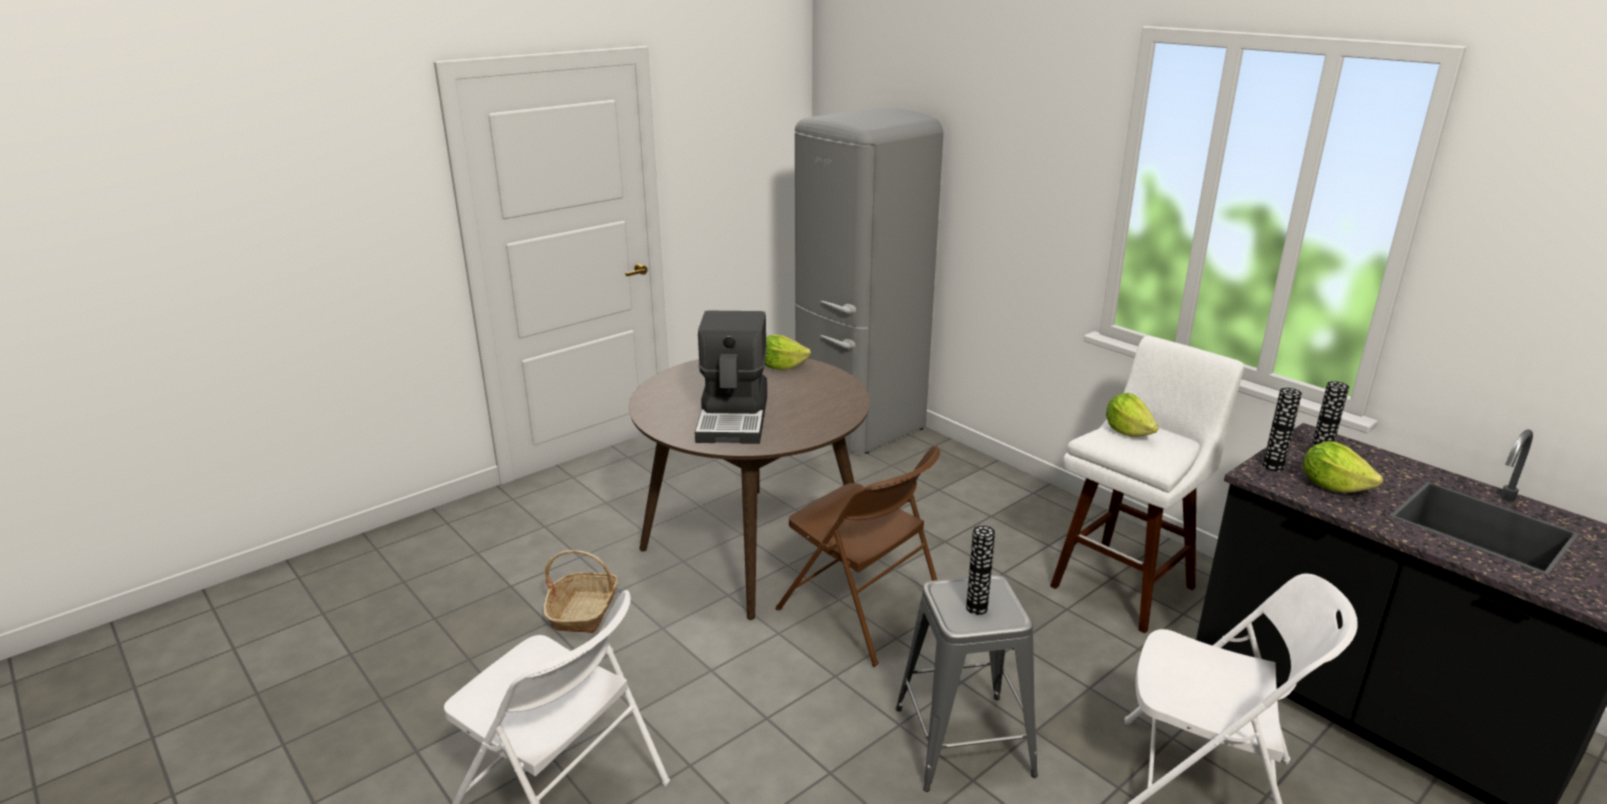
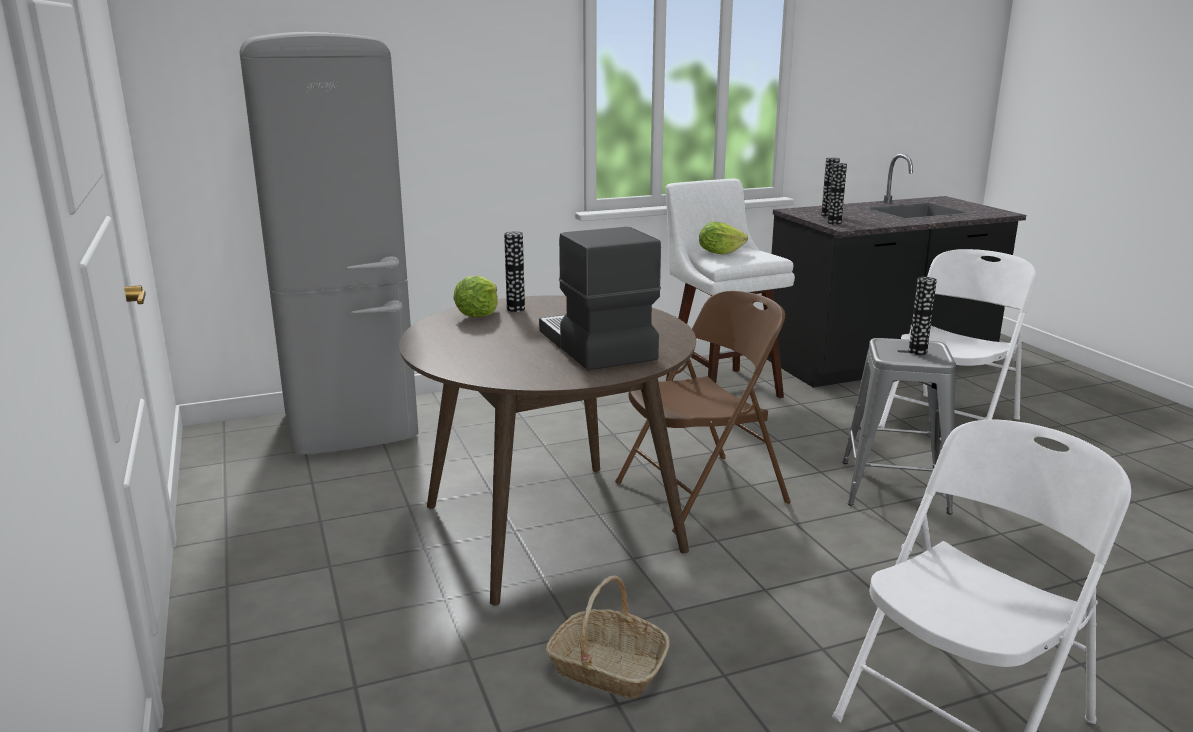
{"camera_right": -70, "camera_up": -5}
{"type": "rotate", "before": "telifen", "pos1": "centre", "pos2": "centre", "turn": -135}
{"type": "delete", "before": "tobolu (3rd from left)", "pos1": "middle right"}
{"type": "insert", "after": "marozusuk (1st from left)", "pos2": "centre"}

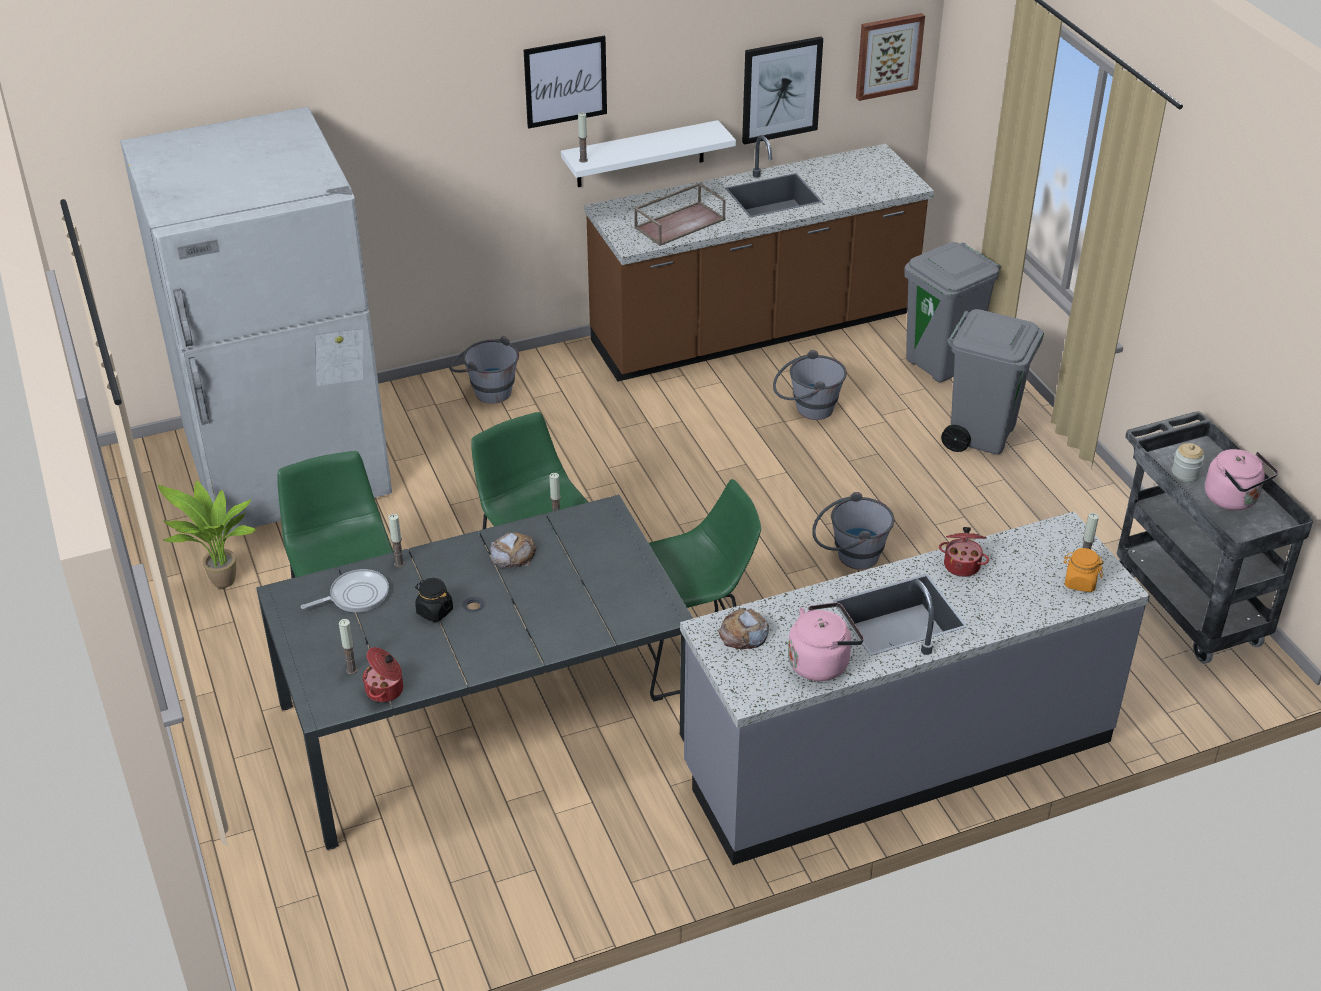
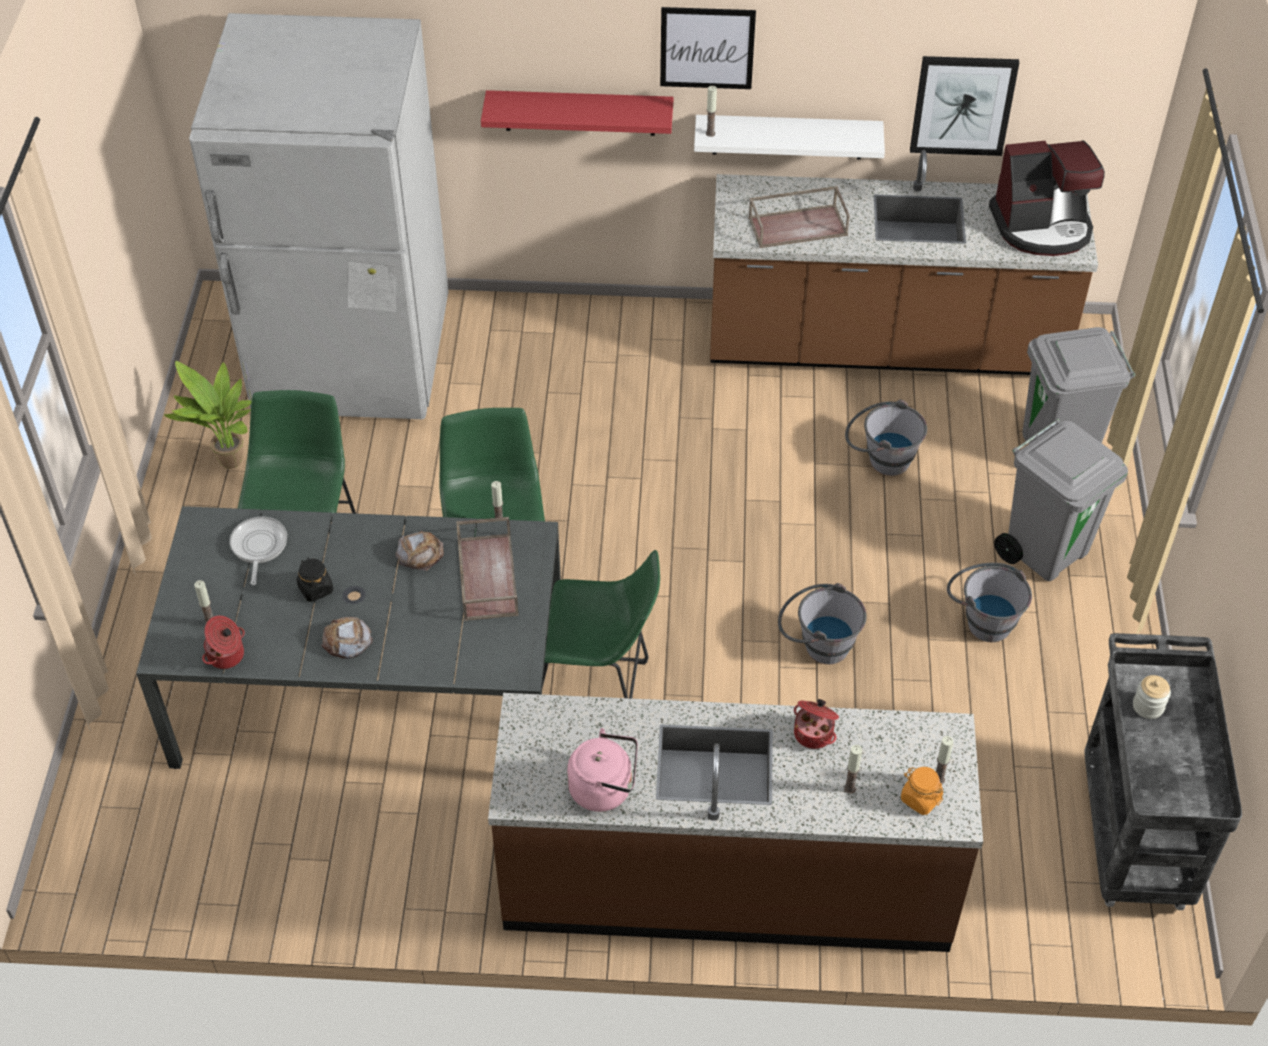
{"camera_right": 25, "camera_up": 10}
{"type": "rotate", "before": "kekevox", "pos1": "middle left", "pos2": "middle left", "turn": -90}
{"type": "move", "before": "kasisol (2nd from left in the first image)", "after": "kasisol (4th from left)", "pos1": "middle left", "pos2": "bottom right"}
{"type": "move", "before": "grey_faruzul (1st from left in the first image)", "after": "grey_faruzul (3rd from left)", "pos1": "centre", "pos2": "middle right"}
{"type": "recolor", "before": "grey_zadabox", "after": "brown_zadabox (1st from left)", "pos1": "bottom right", "pos2": "bottom centre"}
{"type": "move", "before": "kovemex (2nd from left in the first image)", "after": "kovemex (1st from left)", "pos1": "centre", "pos2": "middle left"}
{"type": "delete", "before": "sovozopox (3rd from left)", "pos1": "top right"}
{"type": "delete", "before": "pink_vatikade (2nd from left)", "pos1": "middle right"}
{"type": "insert", "after": "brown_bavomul (1st from left)", "pos2": "centre"}
{"type": "insert", "after": "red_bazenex", "pos2": "top centre"}
{"type": "insert", "after": "telifen", "pos2": "top right"}

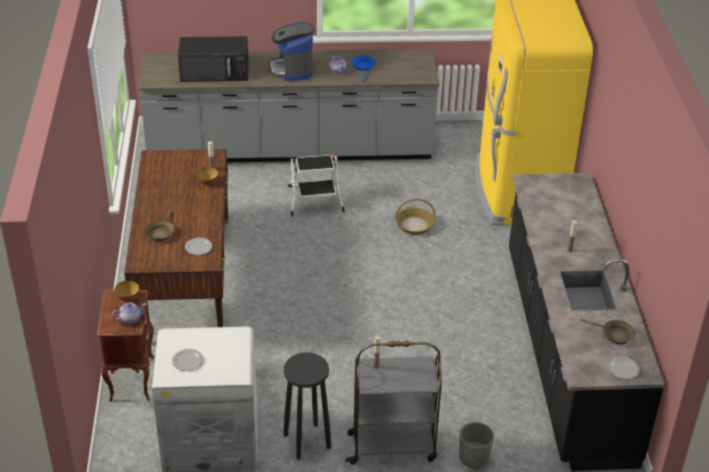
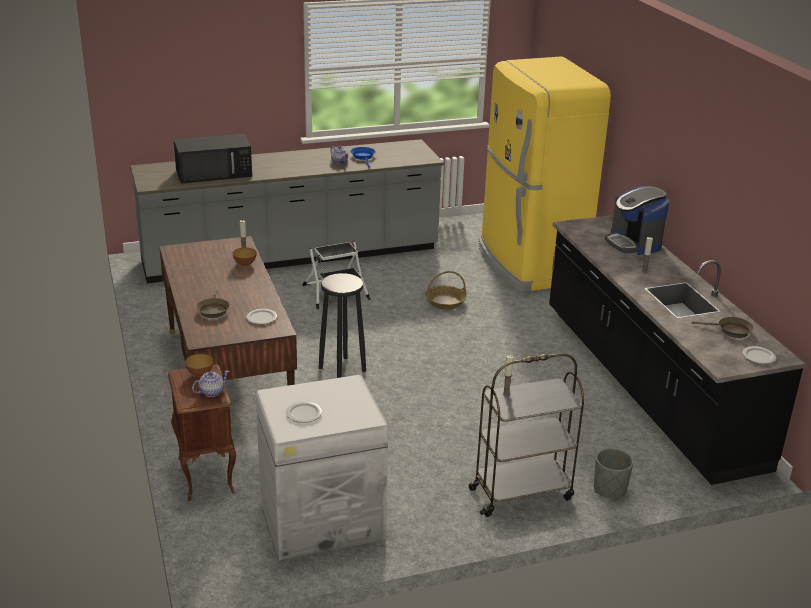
{"camera_right": -15, "camera_up": -10}
{"type": "move", "before": "telifen", "pos1": "top centre", "pos2": "middle right"}
{"type": "move", "before": "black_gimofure", "pos1": "bottom centre", "pos2": "centre"}

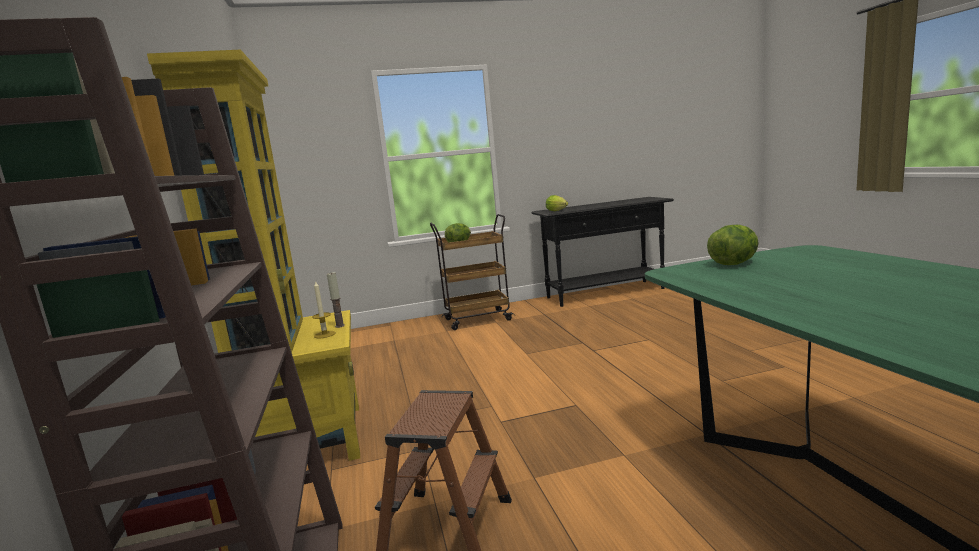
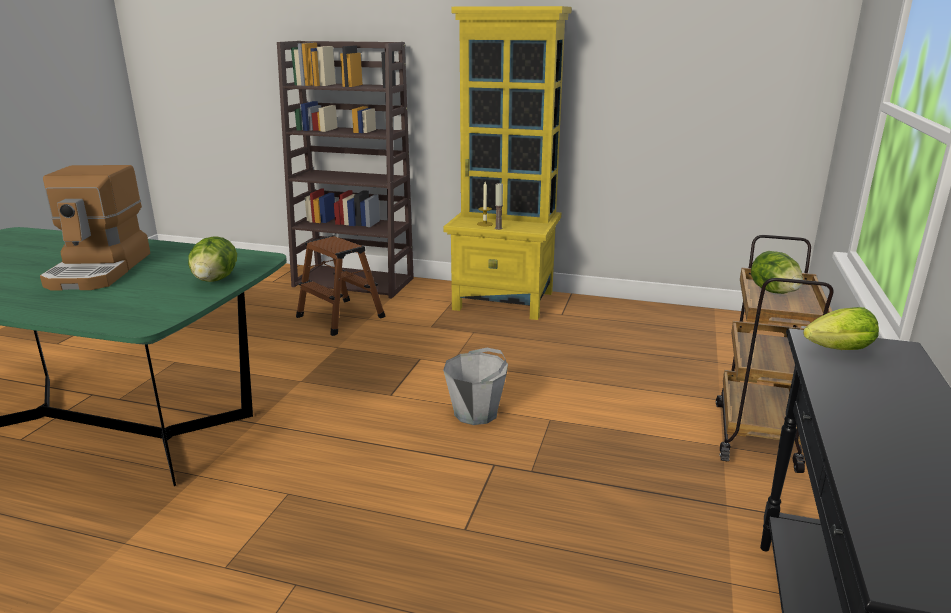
{"camera_right": 120, "camera_up": 10}
{"type": "insert", "after": "telifen", "pos2": "middle left"}
{"type": "insert", "after": "grey_faruzul", "pos2": "centre"}

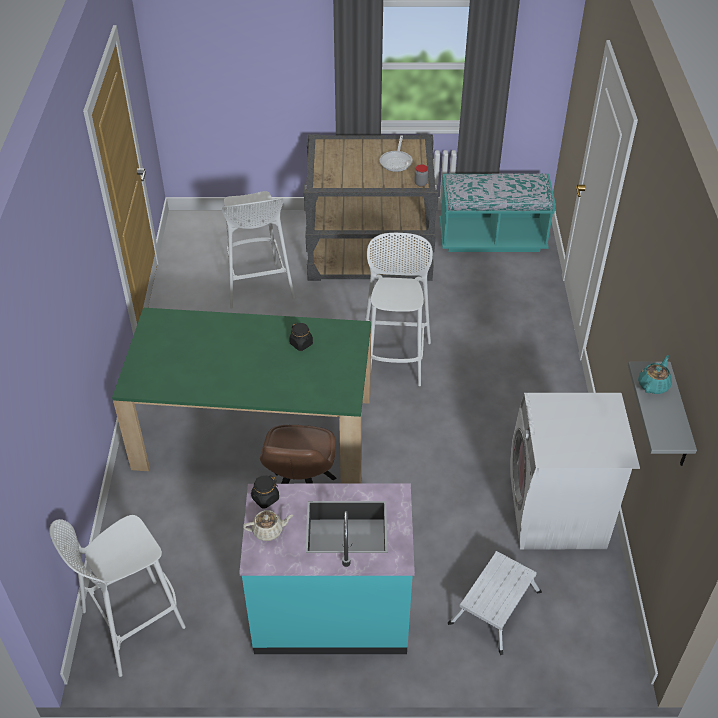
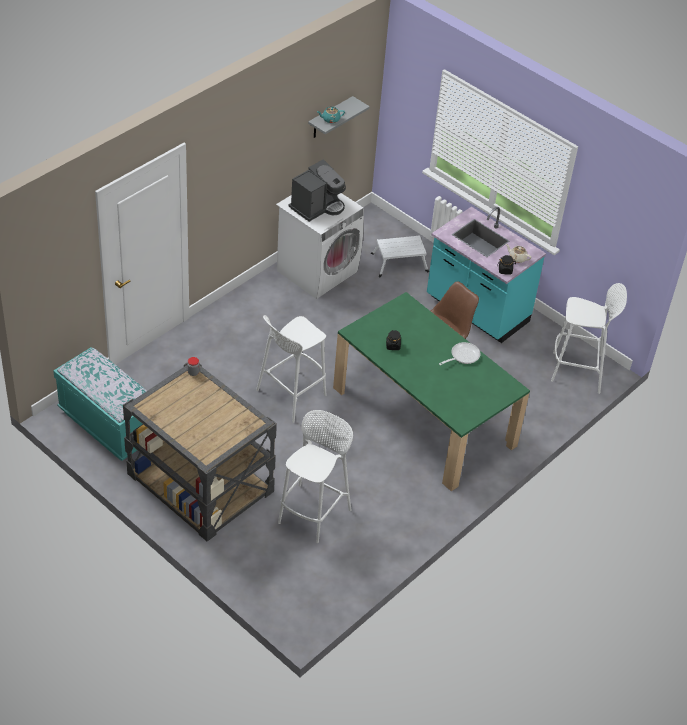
{"camera_right": -140, "camera_up": 0}
{"type": "move", "before": "kekevox", "pos1": "top centre", "pos2": "middle right"}
{"type": "insert", "after": "telifen", "pos2": "top centre"}

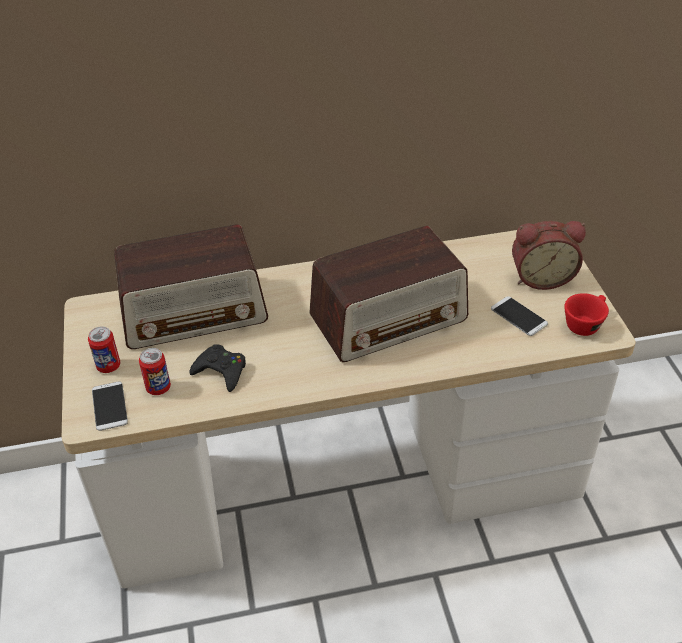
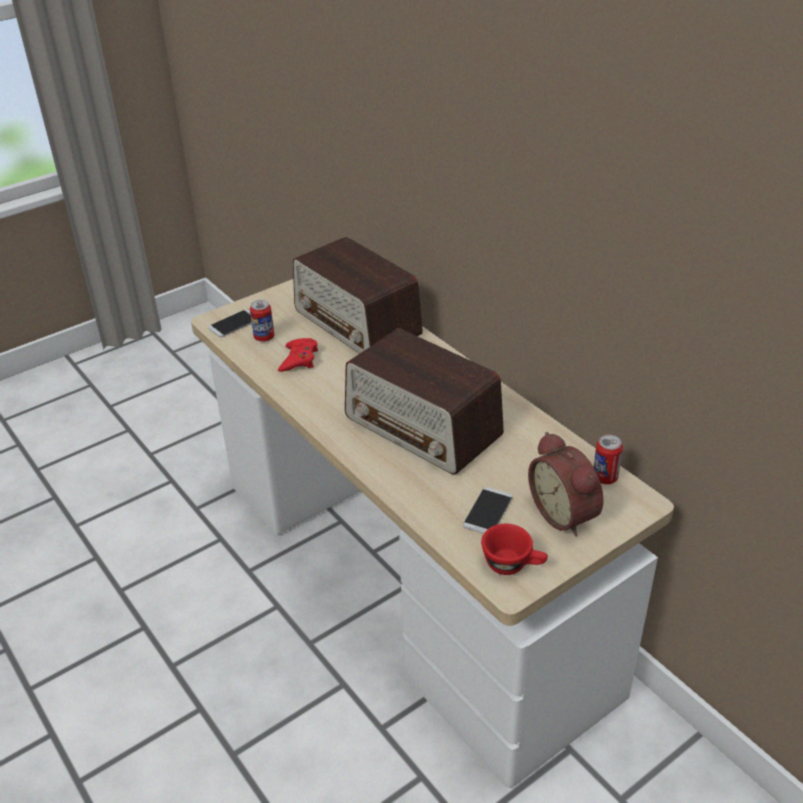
{"camera_right": 65, "camera_up": -5}
{"type": "move", "before": "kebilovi (1st from left in the first image)", "after": "kebilovi (2nd from left)", "pos1": "middle left", "pos2": "middle right"}
{"type": "recolor", "before": "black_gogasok", "after": "red_gogasok", "pos1": "middle left", "pos2": "centre"}

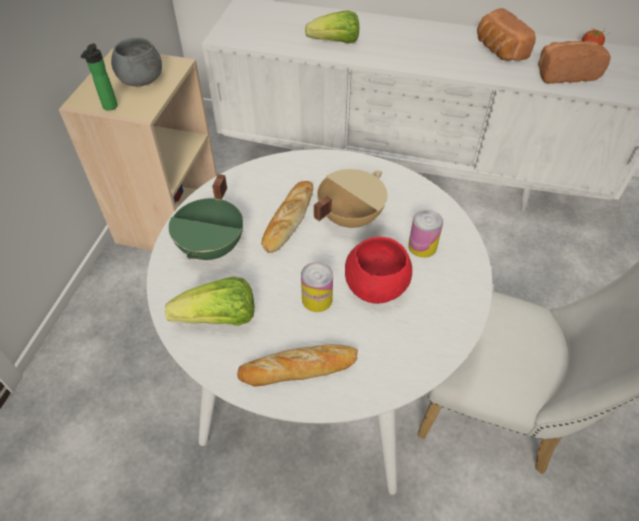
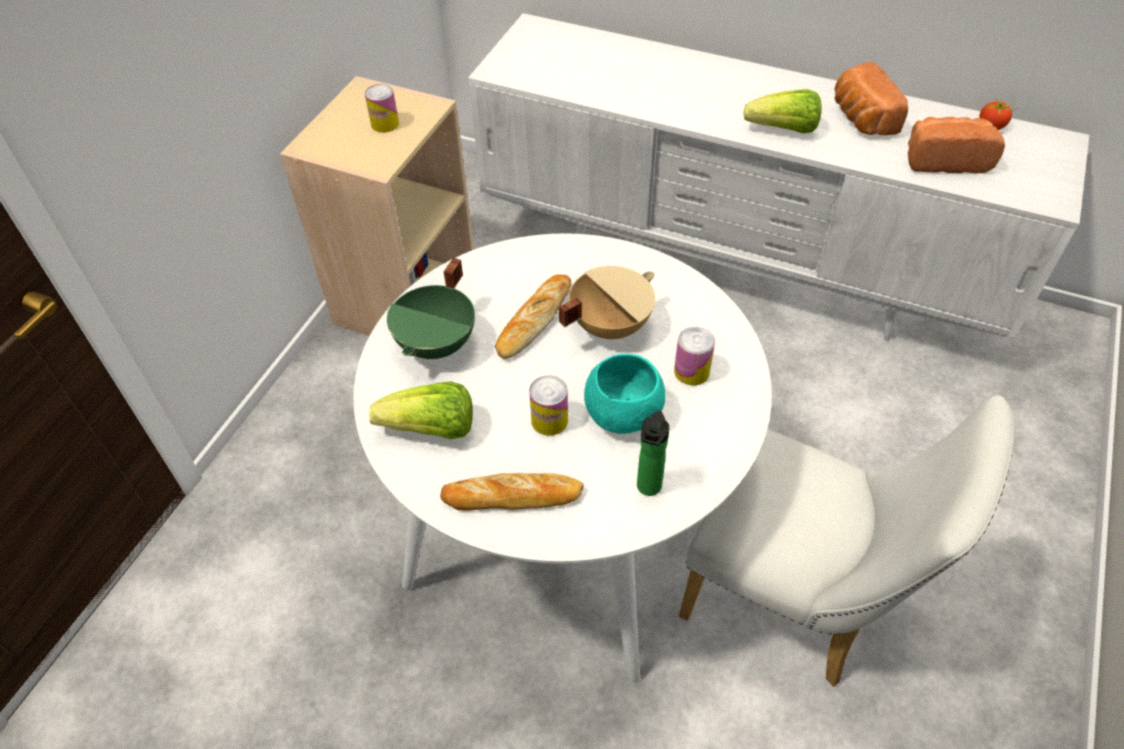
{"camera_right": 10, "camera_up": 0}
{"type": "move", "before": "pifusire", "pos1": "top left", "pos2": "centre"}
{"type": "replace", "before": "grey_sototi", "after": "kebilovi (1st from left)", "pos1": "top left", "pos2": "top centre"}
{"type": "move", "before": "tobolu (2nd from left)", "pos1": "top centre", "pos2": "top right"}
{"type": "recolor", "before": "red_sototi", "after": "turquoise_sototi", "pos1": "centre", "pos2": "centre"}

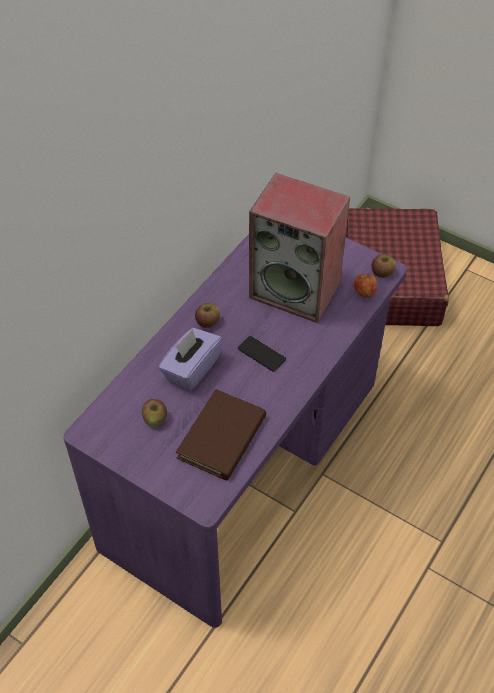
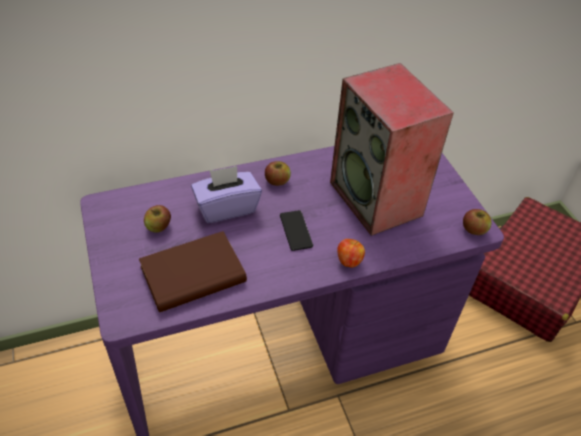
{"camera_right": 35, "camera_up": -5}
{"type": "move", "before": "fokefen (3rd from left)", "pos1": "middle right", "pos2": "centre"}

